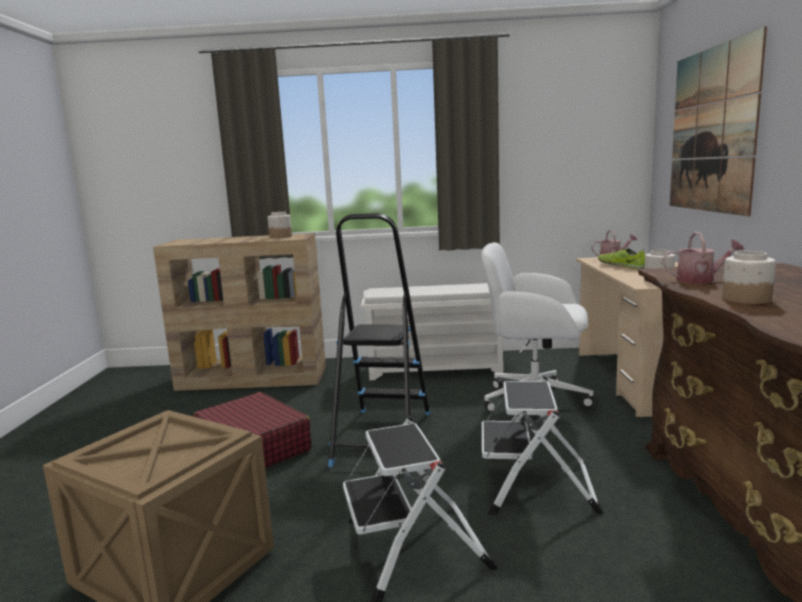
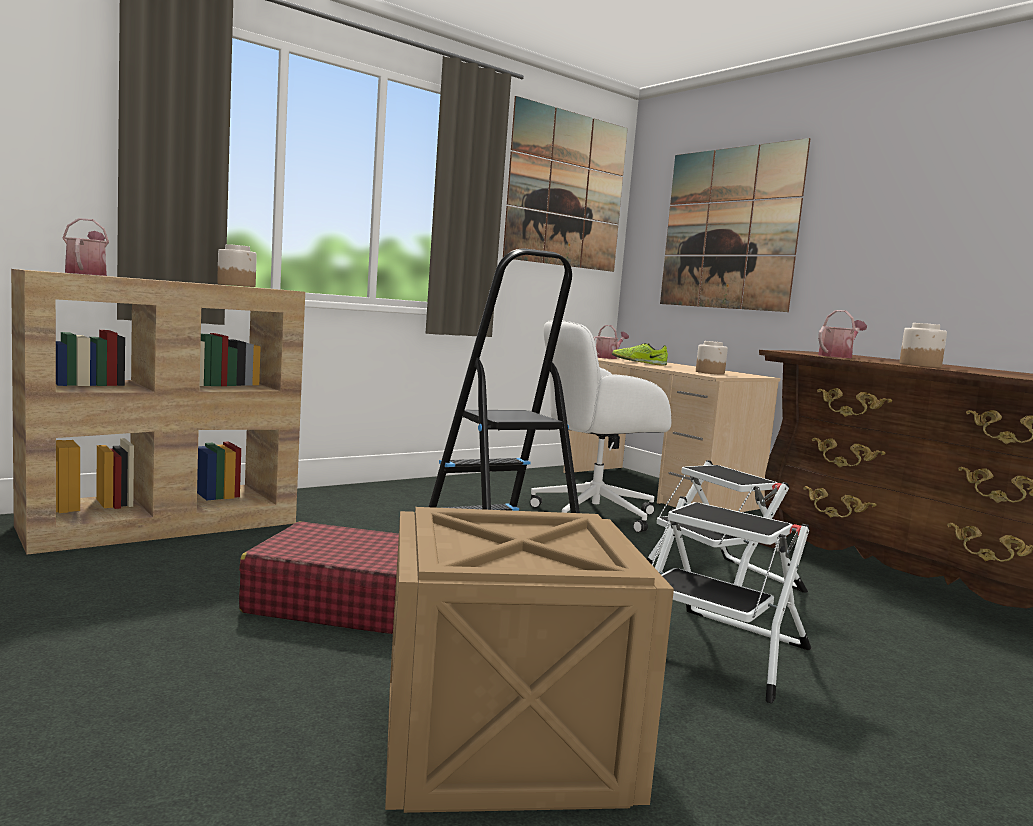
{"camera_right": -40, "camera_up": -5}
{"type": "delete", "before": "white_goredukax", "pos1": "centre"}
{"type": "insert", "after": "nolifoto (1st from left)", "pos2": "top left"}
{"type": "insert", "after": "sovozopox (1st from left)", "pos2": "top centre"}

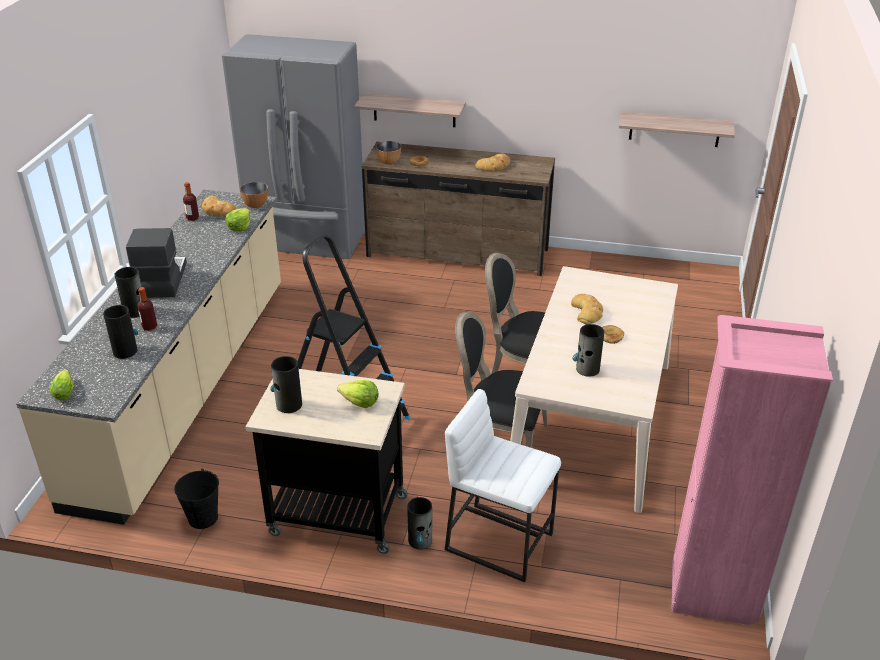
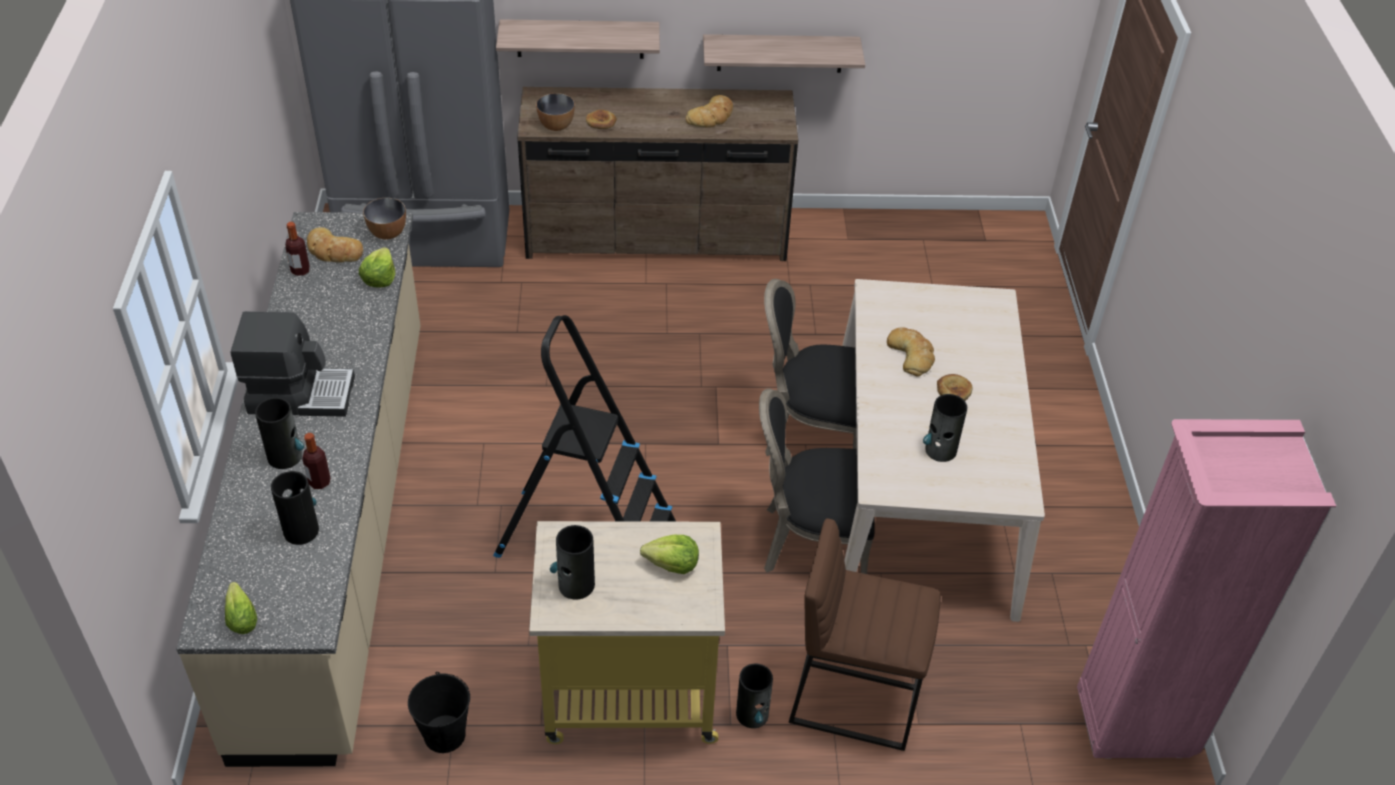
{"camera_right": -15, "camera_up": 10}
{"type": "rotate", "before": "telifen", "pos1": "middle left", "pos2": "middle left", "turn": 105}
{"type": "recolor", "before": "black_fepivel", "after": "yellow_fepivel", "pos1": "bottom centre", "pos2": "bottom centre"}
{"type": "recolor", "before": "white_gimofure", "after": "brown_gimofure", "pos1": "bottom centre", "pos2": "bottom centre"}
{"type": "move", "before": "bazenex (2nd from left)", "pos1": "top right", "pos2": "top centre"}

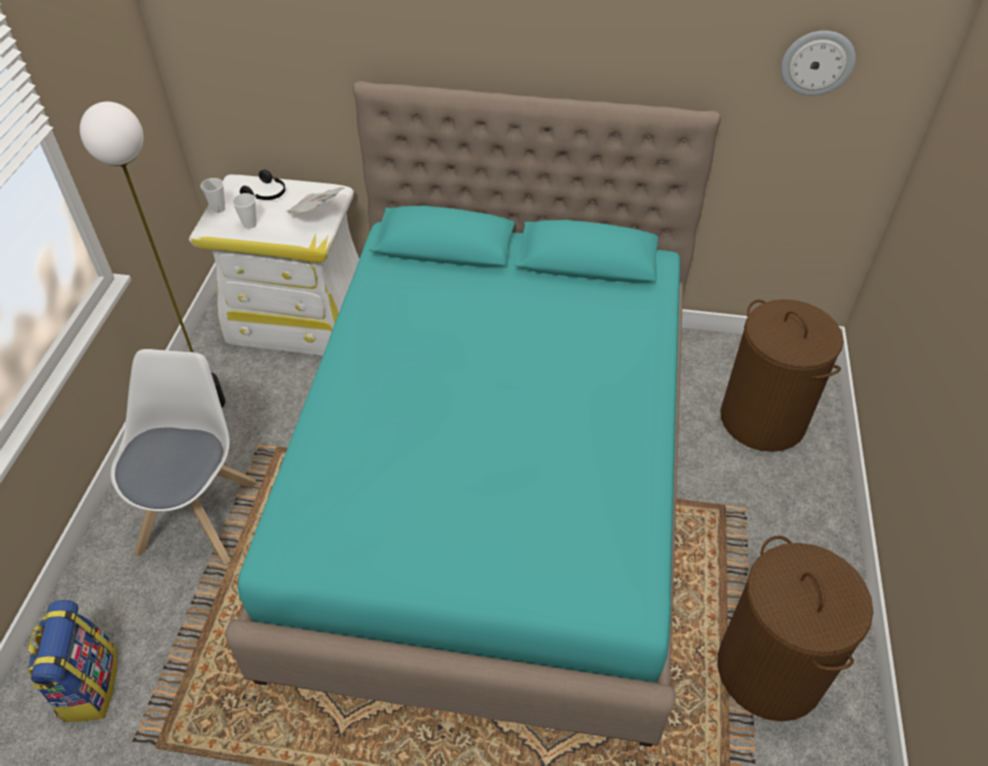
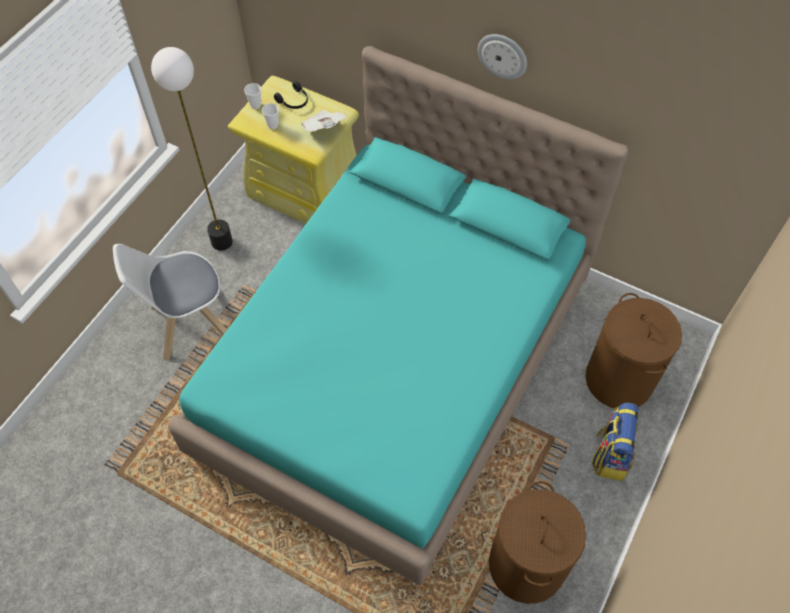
{"camera_right": 20, "camera_up": 10}
{"type": "move", "before": "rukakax", "pos1": "bottom left", "pos2": "bottom right"}
{"type": "rotate", "before": "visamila", "pos1": "middle left", "pos2": "middle left", "turn": -135}
{"type": "recolor", "before": "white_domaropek", "after": "yellow_domaropek", "pos1": "middle left", "pos2": "top centre"}
{"type": "move", "before": "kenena", "pos1": "top right", "pos2": "top centre"}

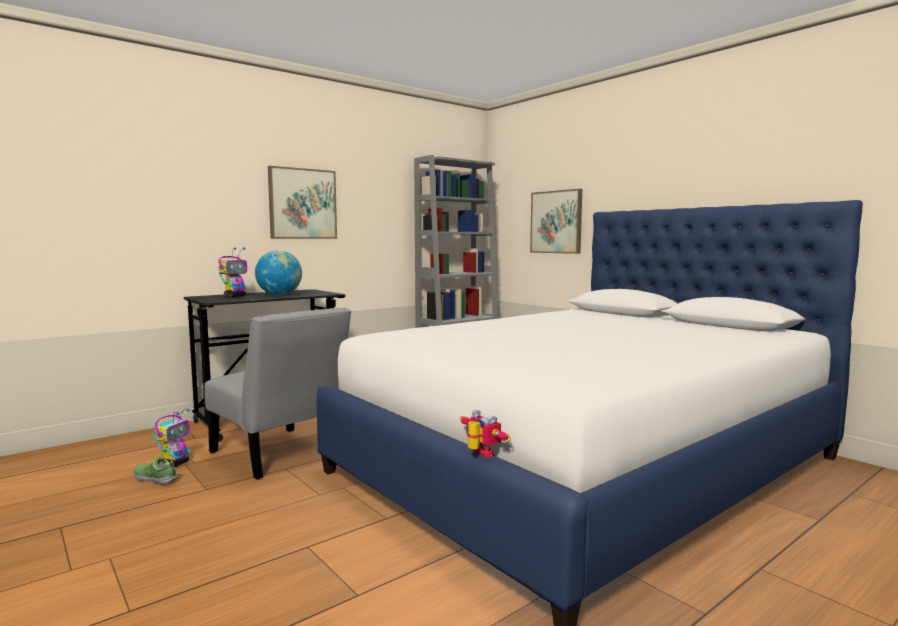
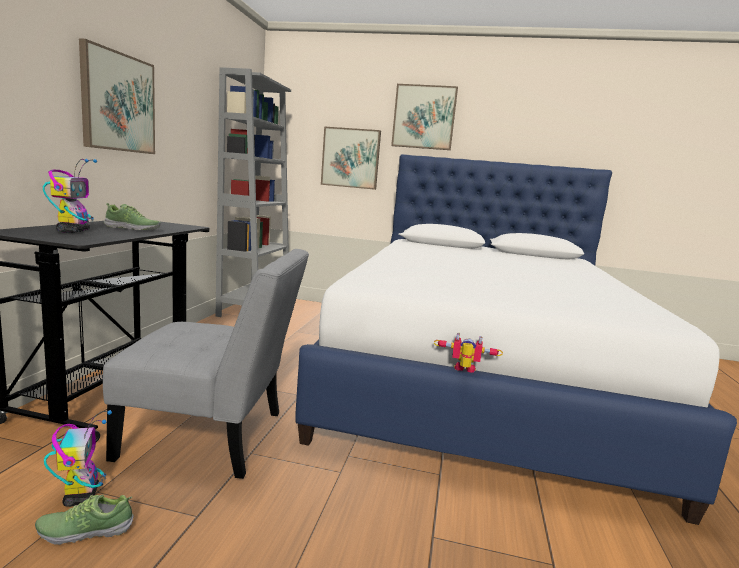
{"camera_right": -40, "camera_up": 5}
{"type": "replace", "before": "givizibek", "after": "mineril (2nd from left)", "pos1": "middle left", "pos2": "middle left"}
{"type": "move", "before": "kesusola (3rd from left)", "pos1": "bottom centre", "pos2": "centre"}
{"type": "insert", "after": "sovozopox (3rd from left)", "pos2": "top centre"}

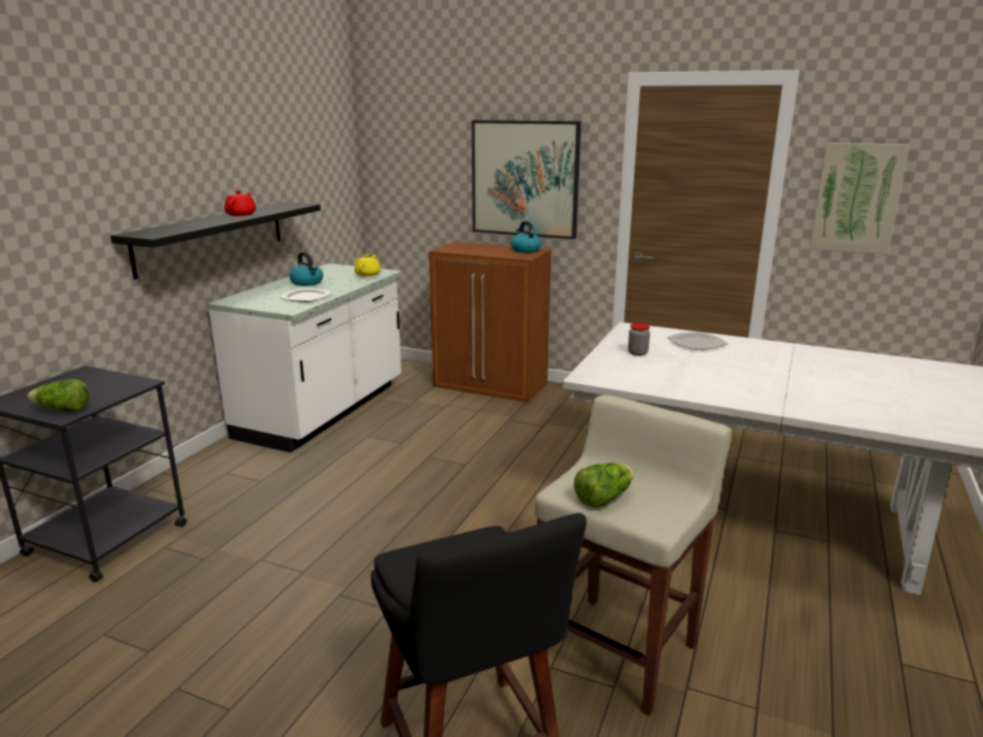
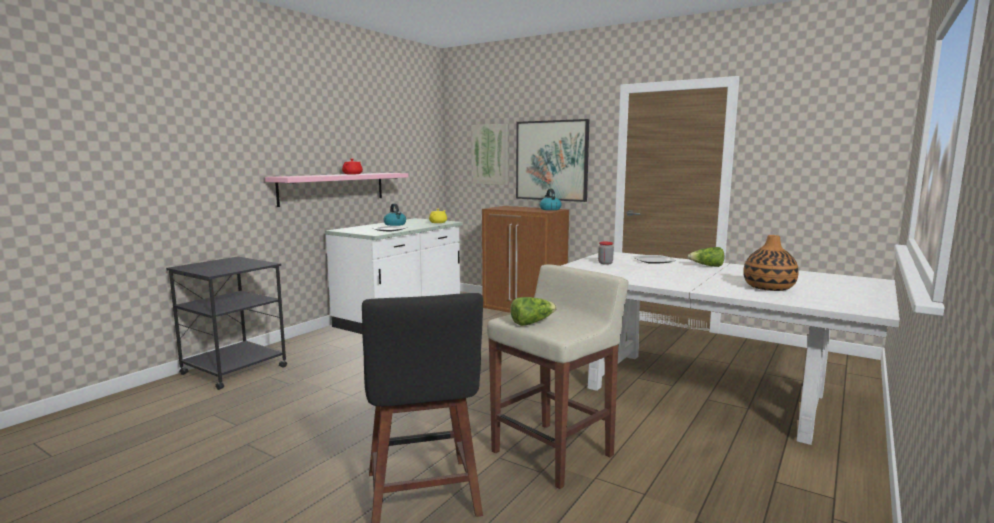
{"camera_right": 10, "camera_up": -10}
{"type": "move", "before": "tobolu (1st from left in the first image)", "after": "tobolu (2nd from left)", "pos1": "middle left", "pos2": "middle right"}
{"type": "recolor", "before": "black_bazenex", "after": "pink_bazenex", "pos1": "top left", "pos2": "centre"}
{"type": "move", "before": "sovozopox (2nd from left in the first image)", "after": "sovozopox (1st from left)", "pos1": "top right", "pos2": "top centre"}
{"type": "insert", "after": "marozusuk", "pos2": "middle right"}

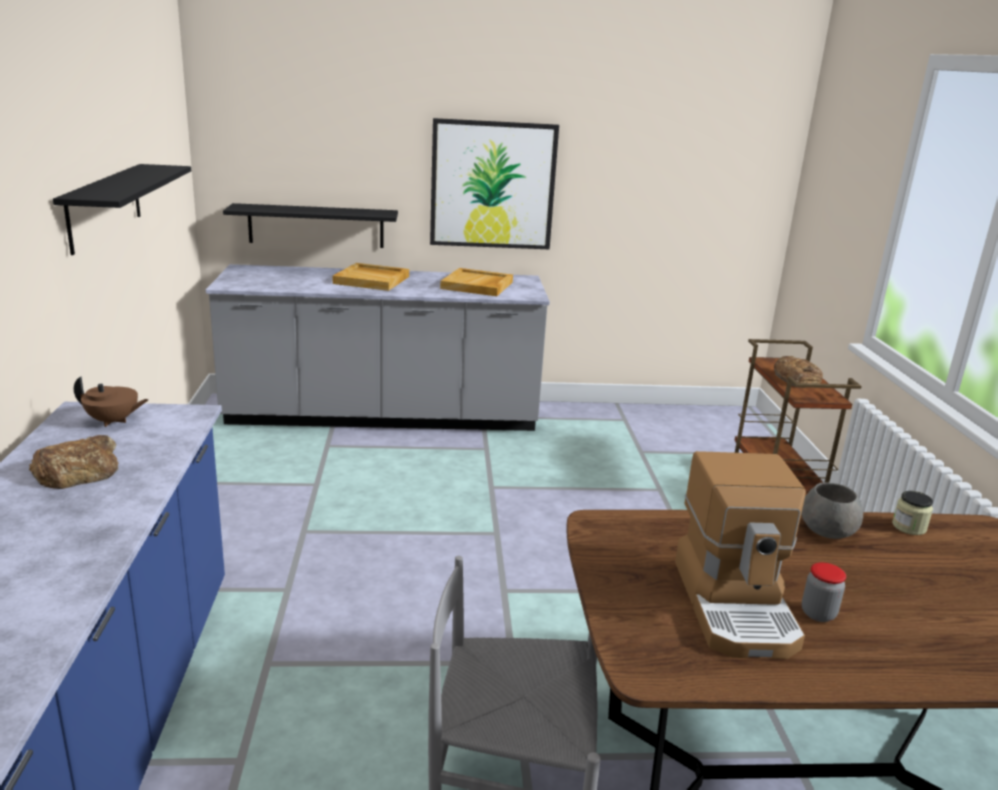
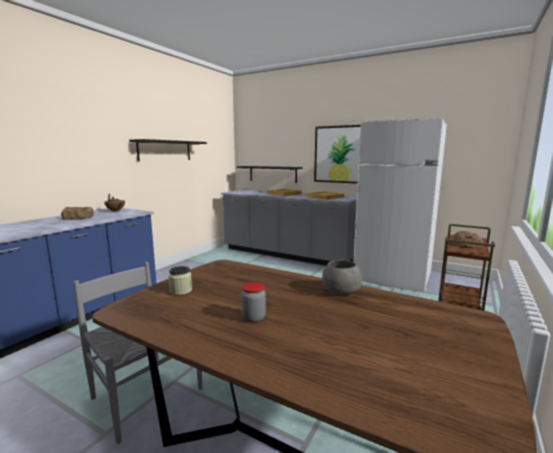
{"camera_right": 35, "camera_up": -10}
{"type": "delete", "before": "telifen", "pos1": "bottom right"}
{"type": "move", "before": "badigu (2nd from left in the first image)", "after": "badigu (1st from left)", "pos1": "middle right", "pos2": "middle left"}
{"type": "insert", "after": "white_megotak", "pos2": "middle right"}

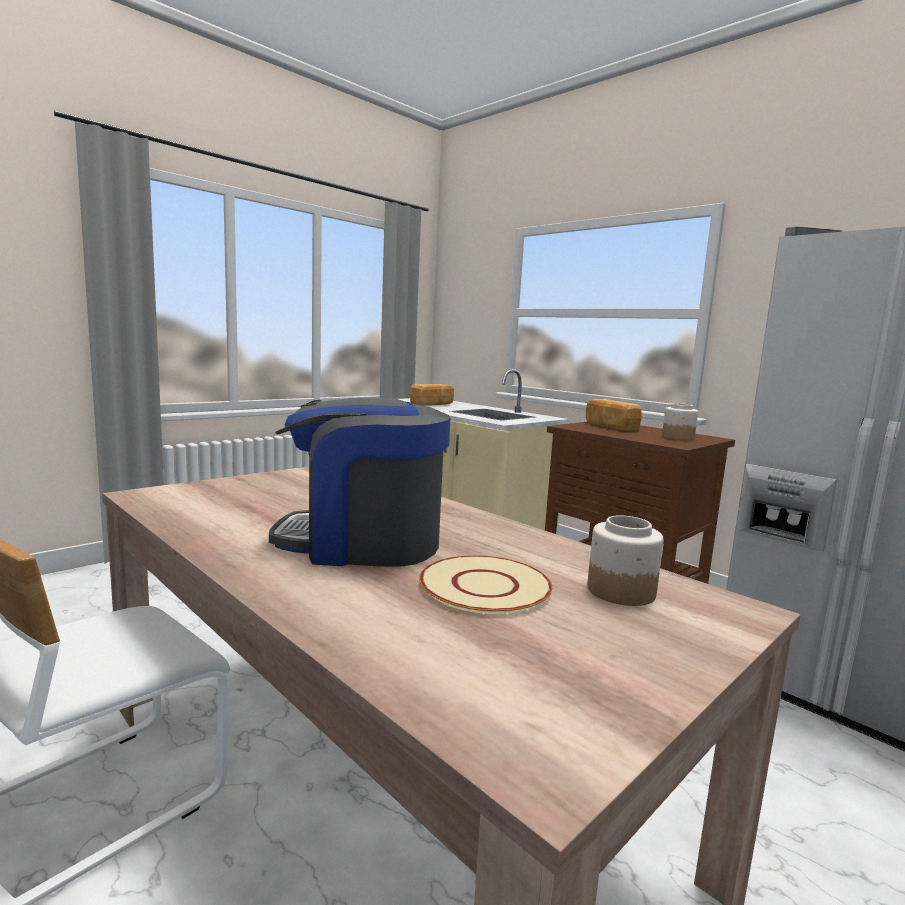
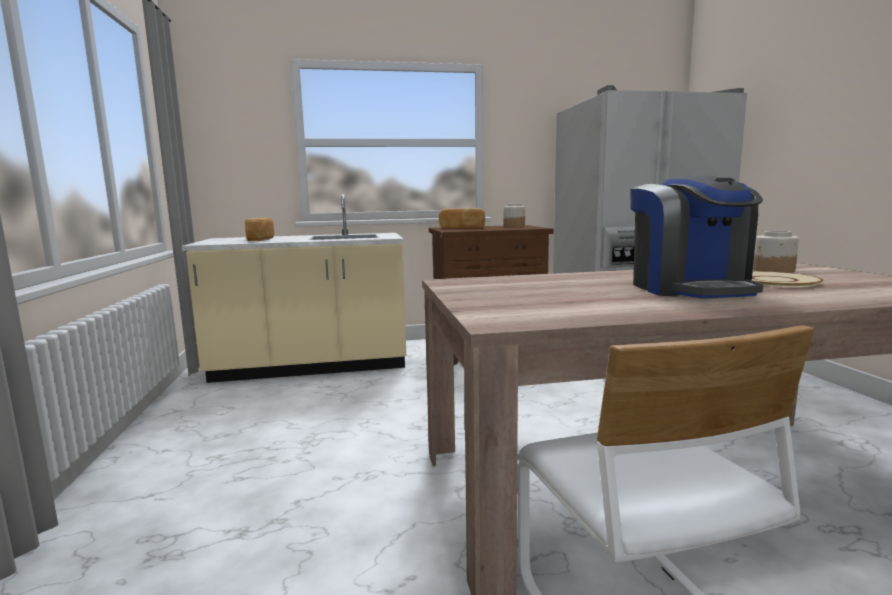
{"camera_right": -55, "camera_up": 0}
{"type": "rotate", "before": "telifen", "pos1": "centre", "pos2": "middle right", "turn": -45}

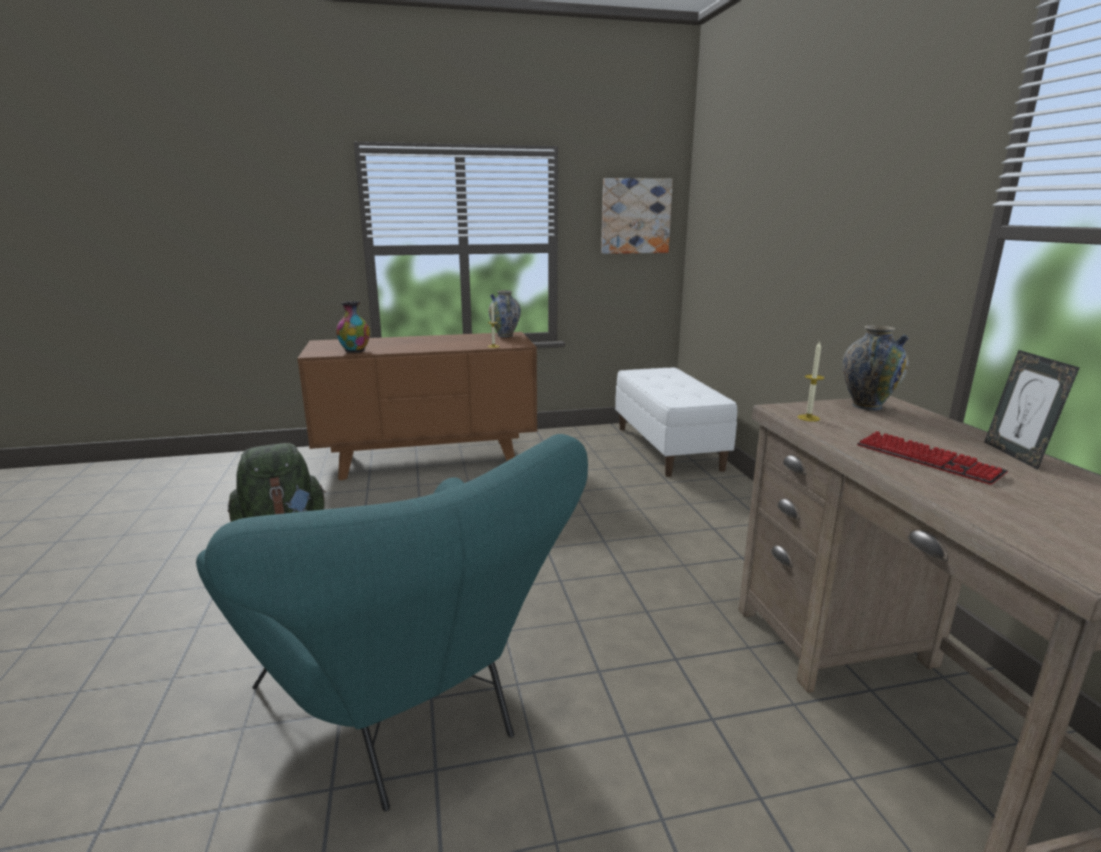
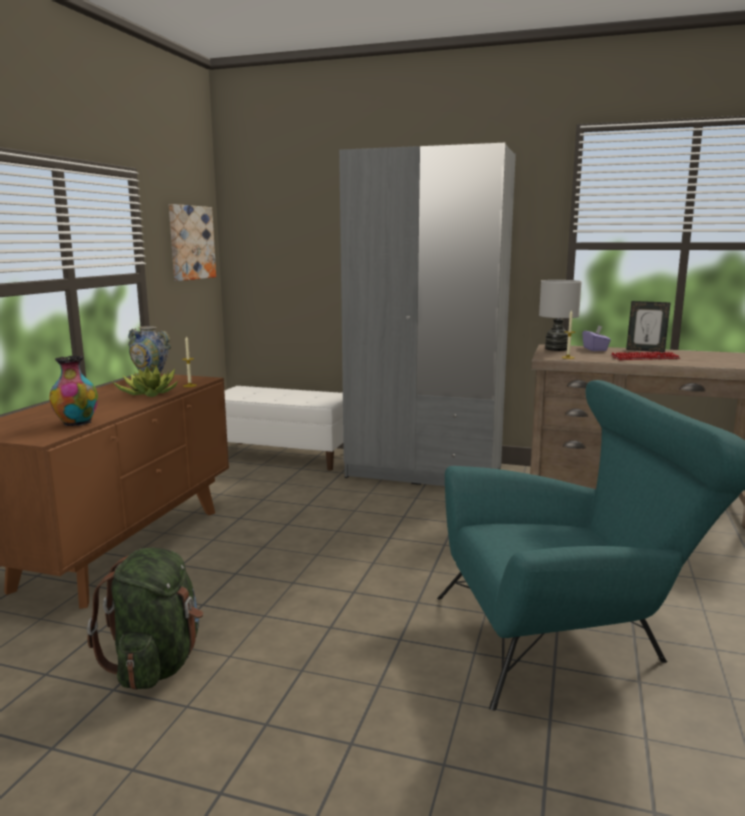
{"camera_right": -60, "camera_up": -5}
{"type": "replace", "before": "marozusuk (3rd from left)", "after": "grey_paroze", "pos1": "middle right", "pos2": "middle right"}
{"type": "insert", "after": "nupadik", "pos2": "middle left"}
{"type": "insert", "after": "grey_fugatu", "pos2": "centre"}
{"type": "insert", "after": "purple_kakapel", "pos2": "middle right"}

